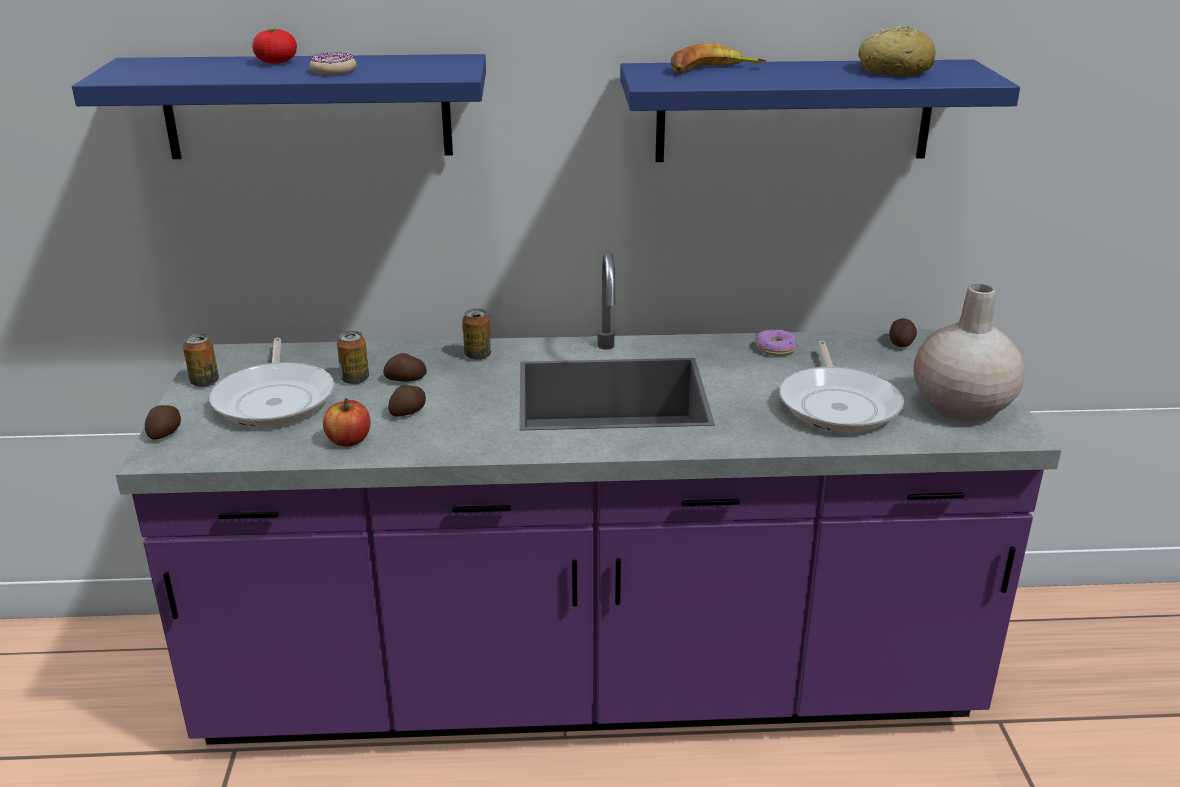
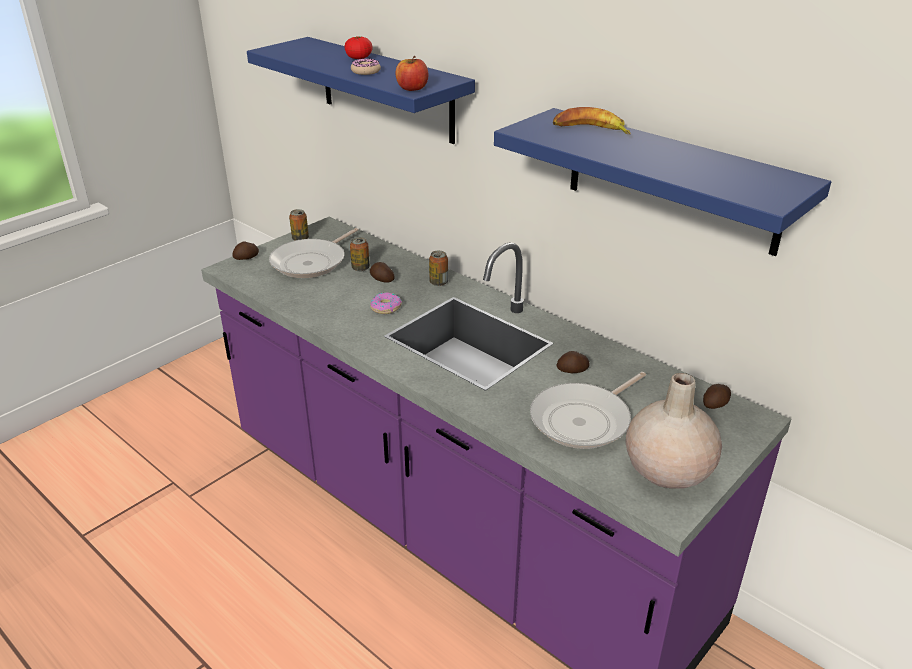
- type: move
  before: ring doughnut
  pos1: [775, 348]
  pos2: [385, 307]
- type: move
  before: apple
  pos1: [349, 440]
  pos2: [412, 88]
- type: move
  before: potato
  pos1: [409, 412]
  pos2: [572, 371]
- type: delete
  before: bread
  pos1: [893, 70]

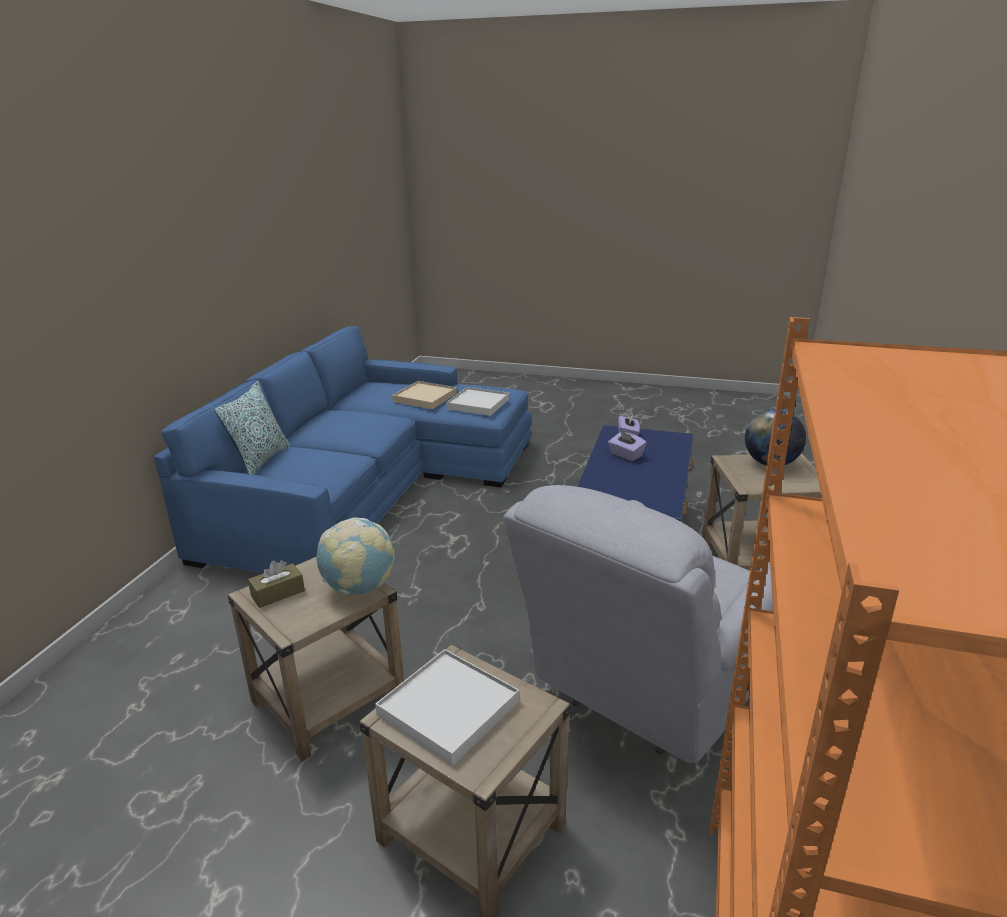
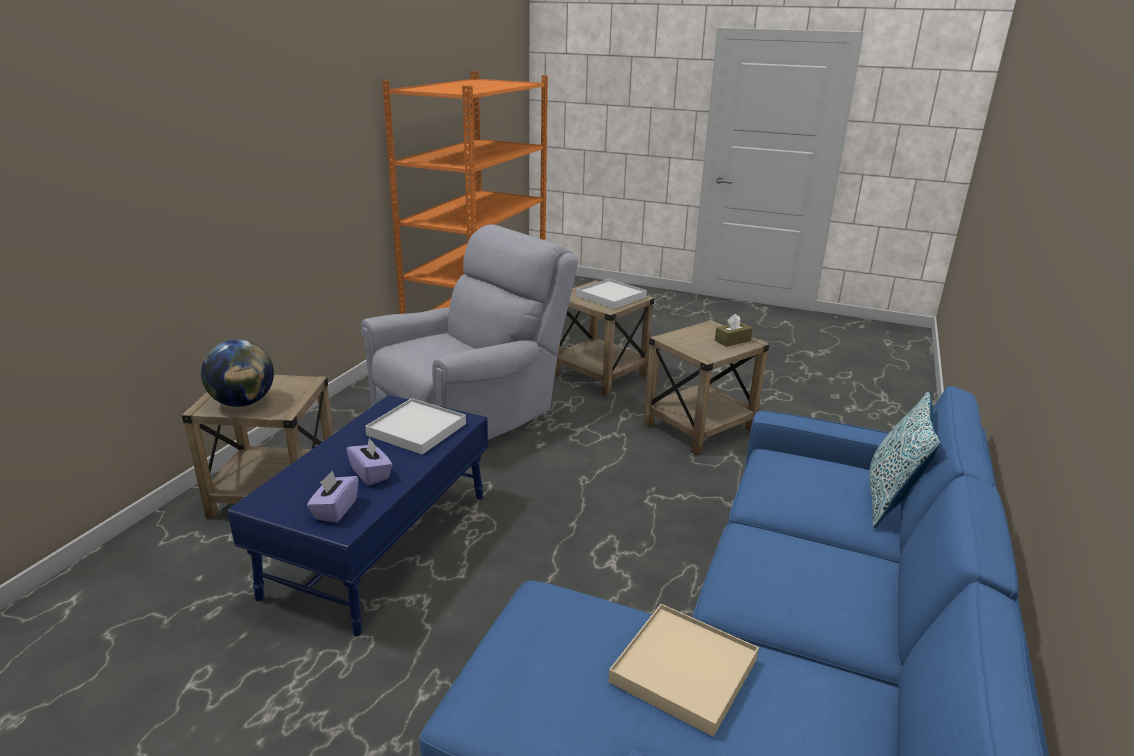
- type: move
  before: serving tray (whitish)
  pos1: [478, 404]
  pos2: [416, 429]
- type: delete
  before: world globe
  pos1: [358, 587]

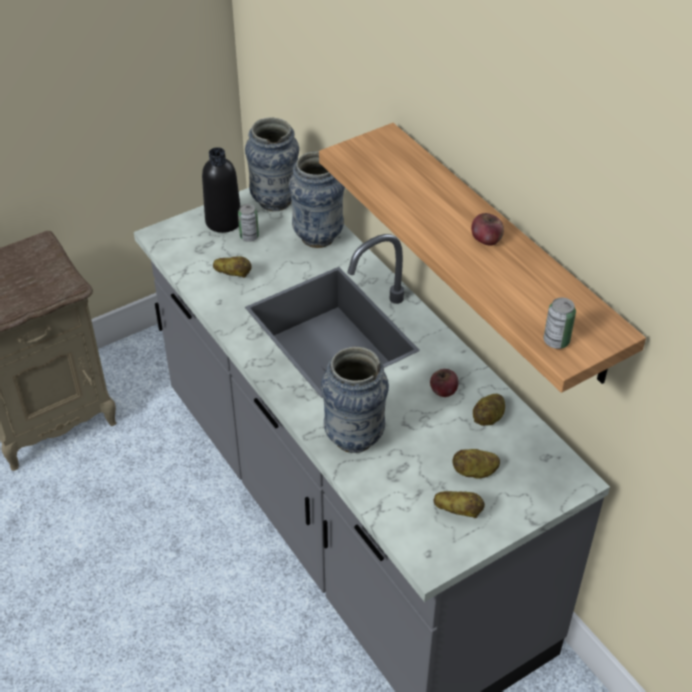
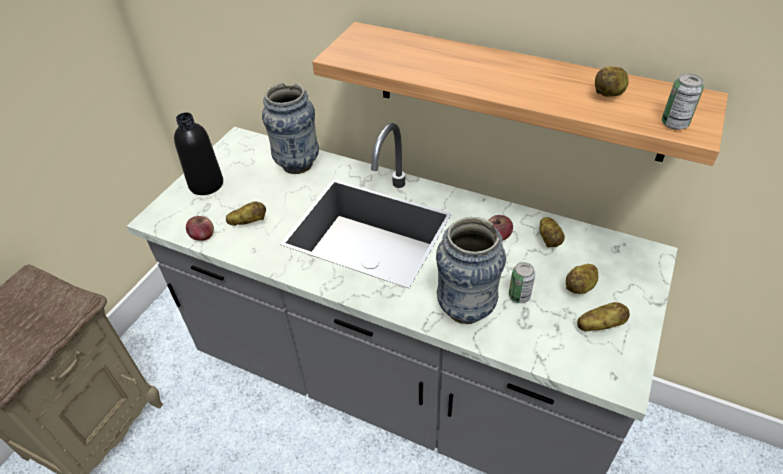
- type: move
  before: apple
  pos1: [486, 240]
  pos2: [203, 236]
- type: move
  before: sealed can
  pos1: [249, 237]
  pos2: [519, 296]
- type: insert
  after: potato
  pos2: [609, 93]
- type: delete
  before: decorative vase
  pos1: [275, 202]

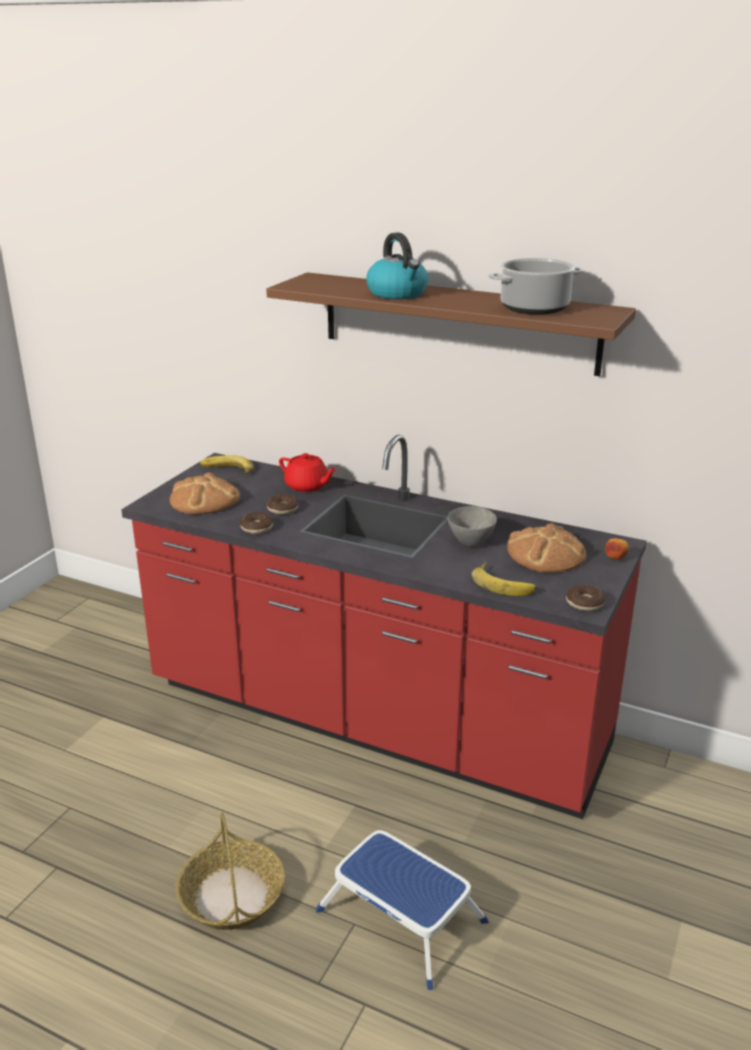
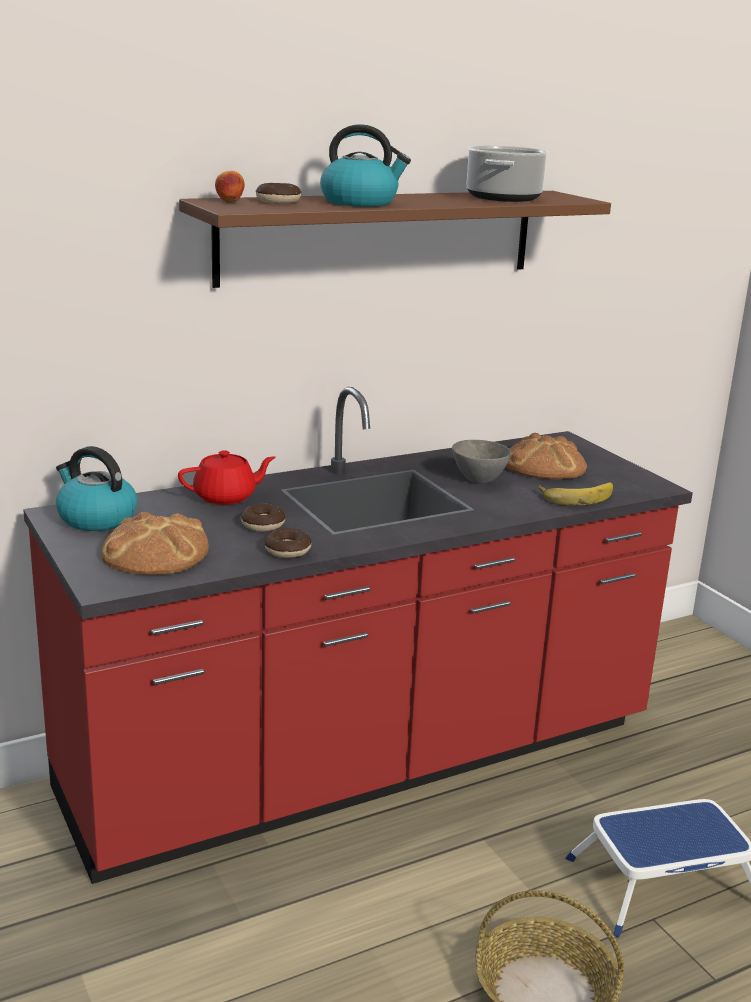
- type: replace
  before: banana fruit
  after: tea kettle
  pos1: [226, 470]
  pos2: [96, 518]
- type: move
  before: apple
  pos1: [615, 558]
  pos2: [229, 201]
- type: move
  before: ring doughnut
  pos1: [584, 603]
  pos2: [278, 201]

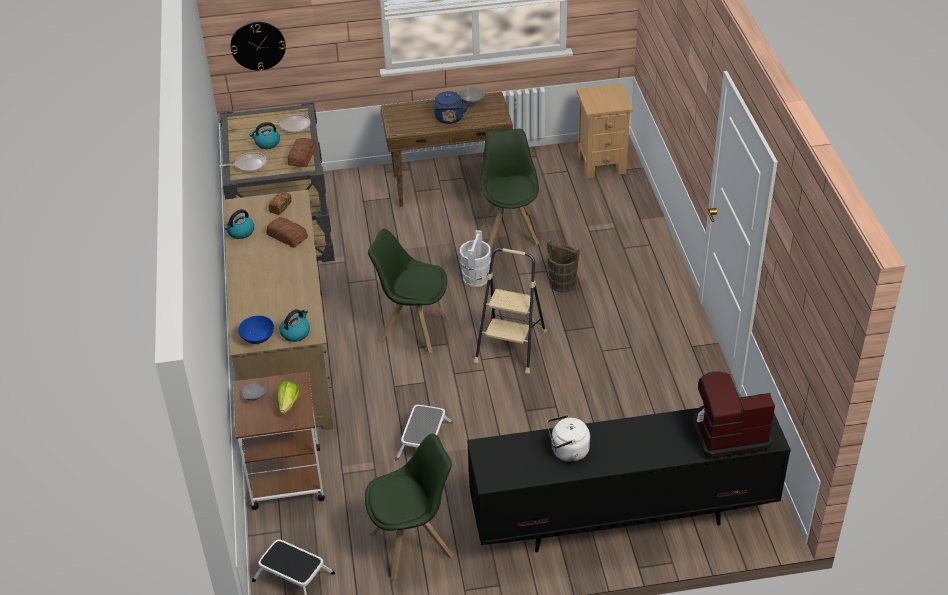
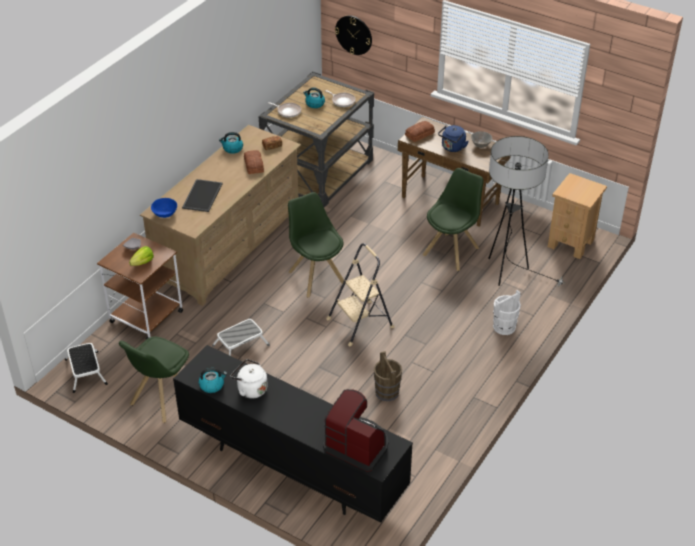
- type: rotate
  before: chair (green-coloured)
  pos1: [412, 545]
  pos2: [162, 398]
  turn: 105
- type: insert
  after: serving tray
  pos2: [201, 195]
- type: move
  before: tea kettle
  pos1: [295, 333]
  pos2: [212, 385]
- type: move
  before: bucket (brown)
  pos1: [562, 283]
  pos2: [387, 392]
- type: move
  before: bread
  pos1: [303, 156]
  pos2: [420, 134]
- type: insert
  after: floor lamp
  pos2: [507, 274]
- type: move
  before: bucket (whitish)
  pos1: [476, 278]
  pos2: [504, 327]

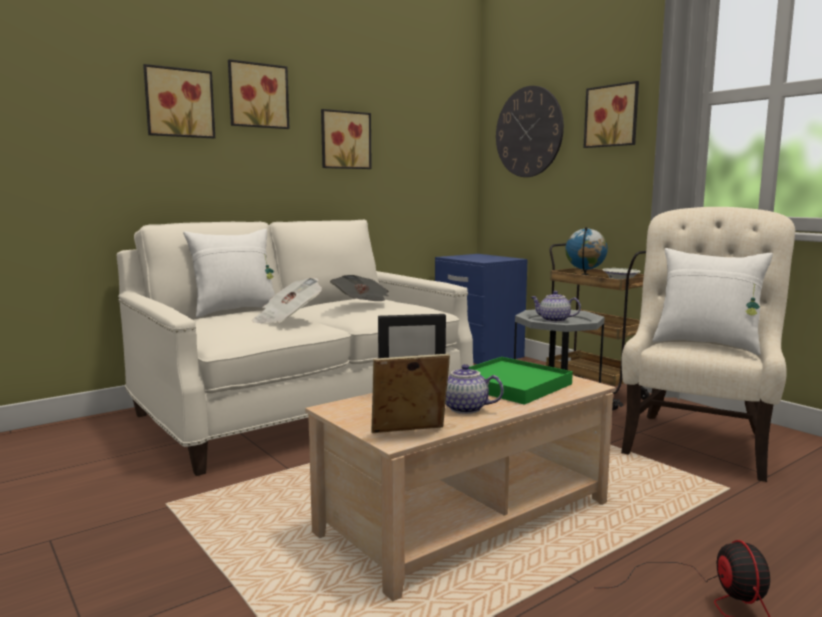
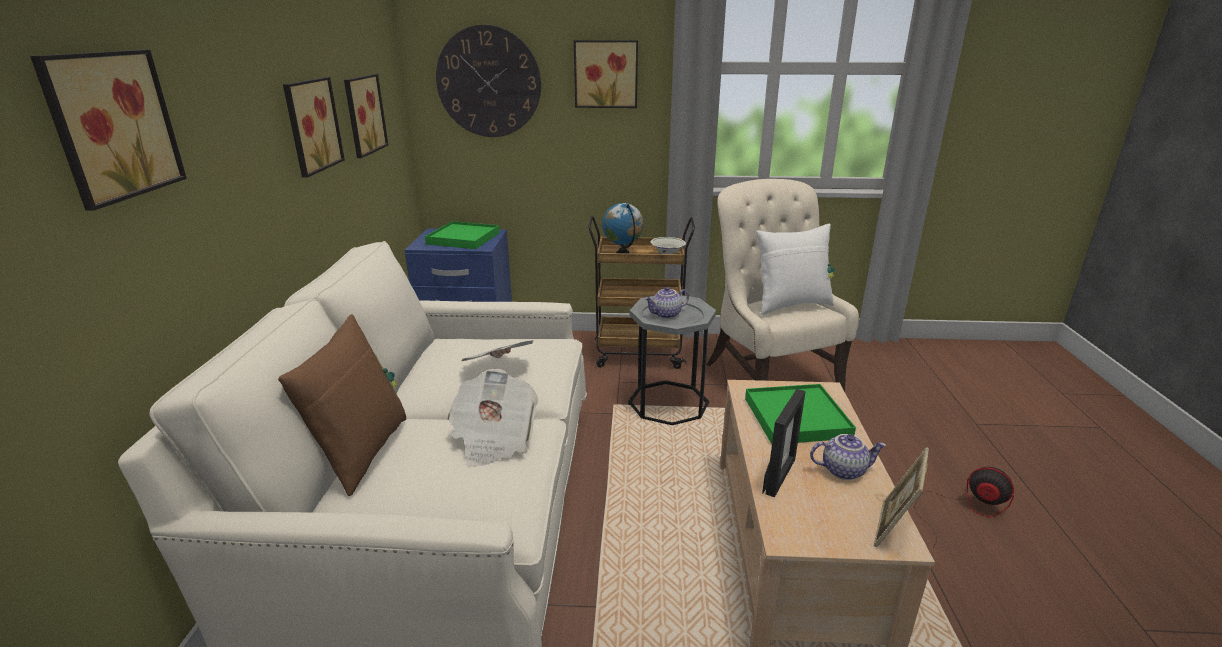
- type: recolor
  before: cushion (whitish)
  after: cushion (brown)
  pos1: [235, 311]
  pos2: [362, 453]
- type: move
  before: wall picture
  pos1: [257, 96]
  pos2: [362, 115]
- type: insert
  after: serving tray (green-coloured)
  pos2: [464, 238]
- type: rotate
  before: pot for tea
  pos1: [464, 409]
  pos2: [843, 470]
  turn: -150

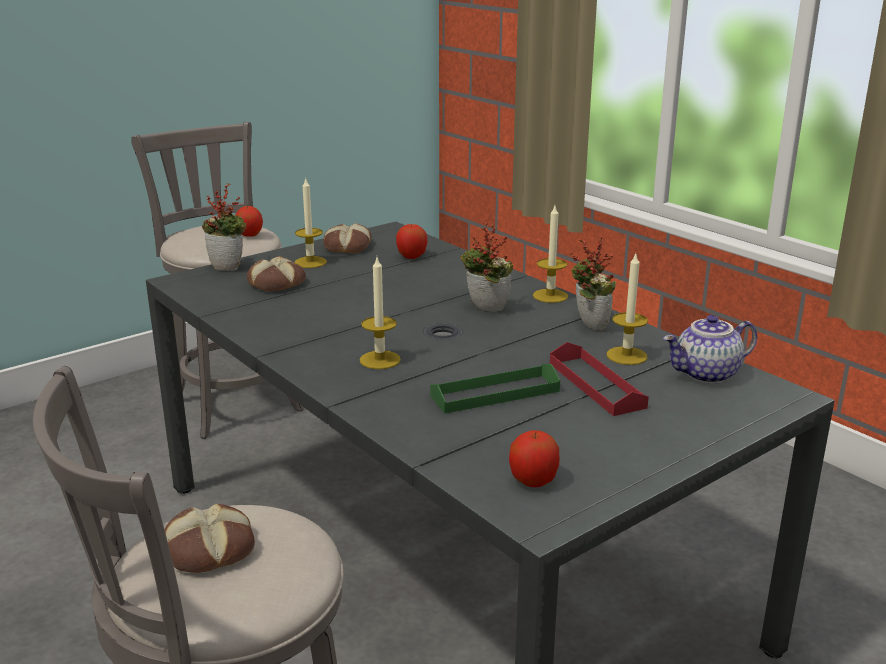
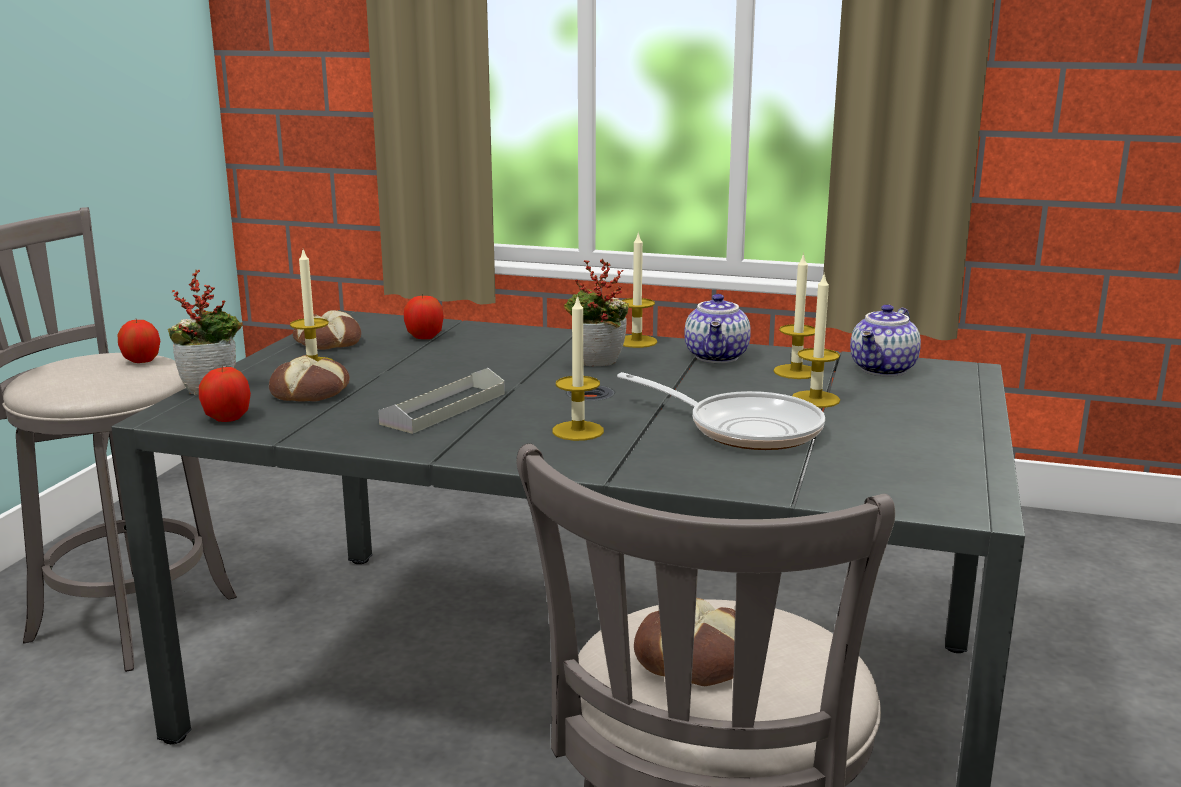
- type: move
  before: apple
  pos1: [533, 481]
  pos2: [227, 418]
- type: insert
  after: serving tray (greyish)
  pos2: [444, 408]
- type: replace
  before: serving tray (green-coloured)
  after: pan
  pos1: [495, 393]
  pos2: [744, 428]
- type: replace
  before: houseplant
  after: pot for tea
  pos1: [588, 326]
  pos2: [718, 357]
- type: replace
  before: serving tray (red-coloured)
  after: wax candle
  pos1: [596, 385]
  pos2: [815, 399]

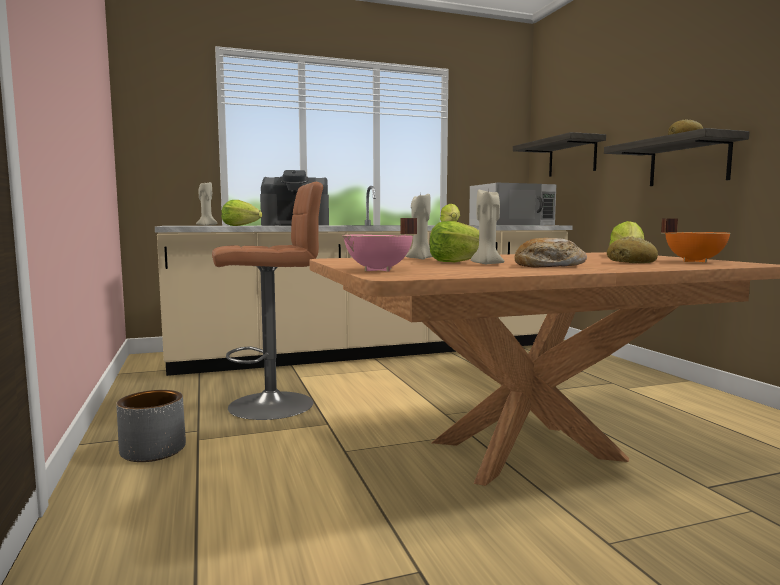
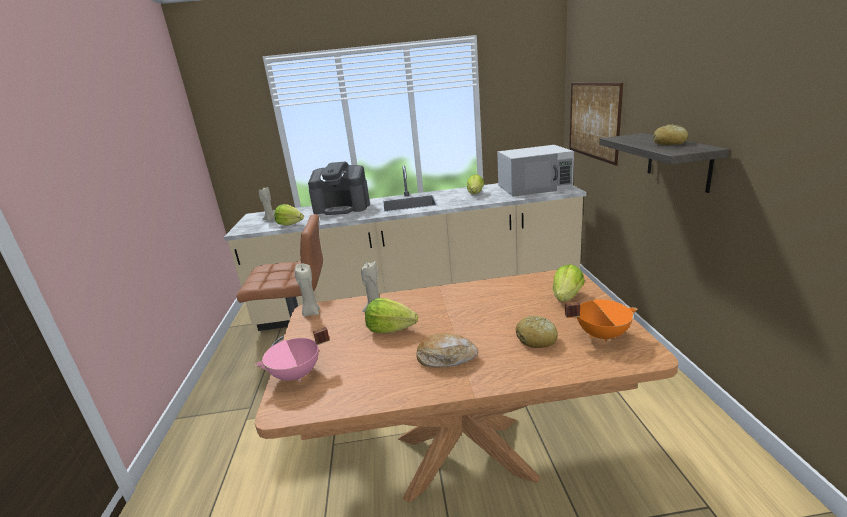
- type: move
  before: wax candle (beige-coloured)
  pos1: [486, 264]
  pos2: [311, 313]
- type: replace
  before: shelf
  after: wall picture
  pos1: [572, 157]
  pos2: [593, 120]
- type: delete
  before: flower pot (greyish)
  pos1: [153, 450]

